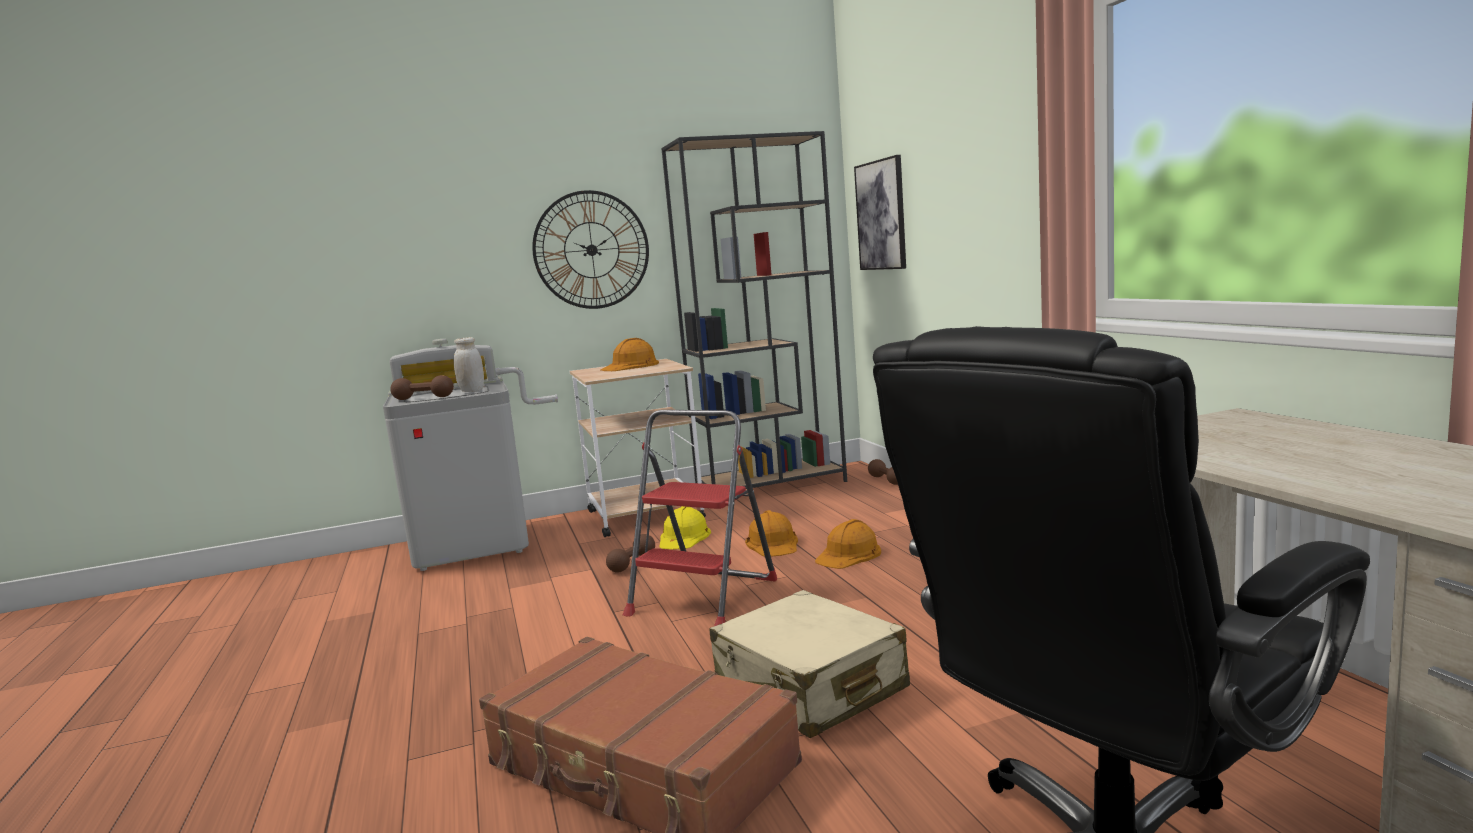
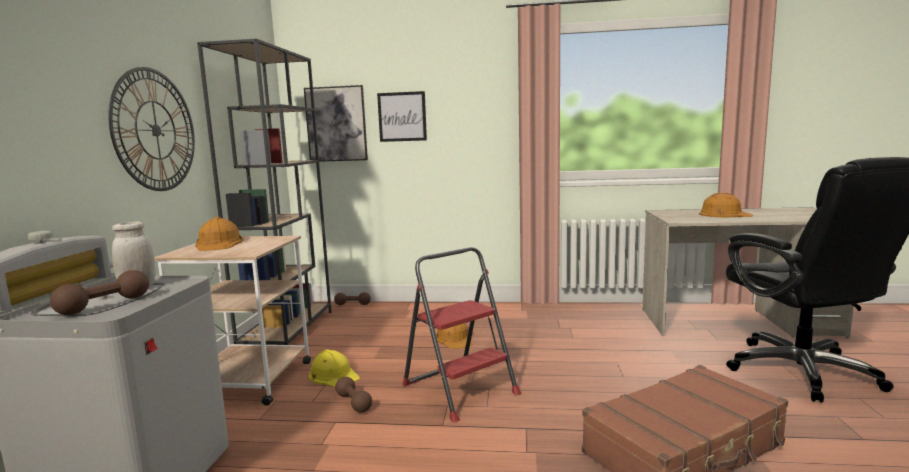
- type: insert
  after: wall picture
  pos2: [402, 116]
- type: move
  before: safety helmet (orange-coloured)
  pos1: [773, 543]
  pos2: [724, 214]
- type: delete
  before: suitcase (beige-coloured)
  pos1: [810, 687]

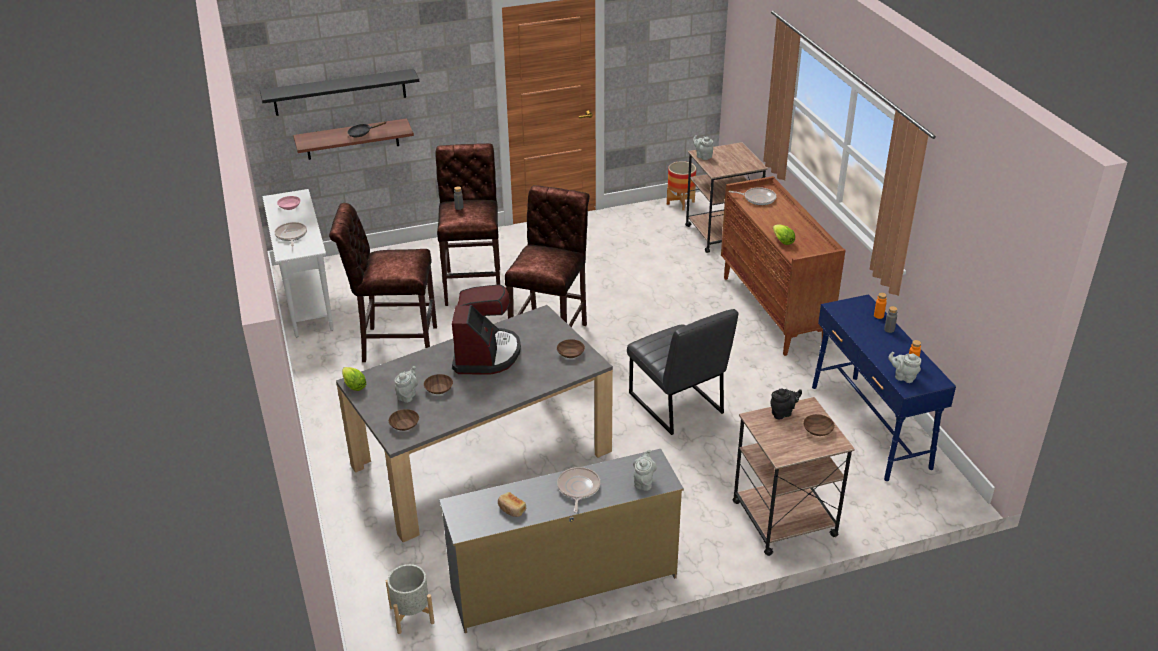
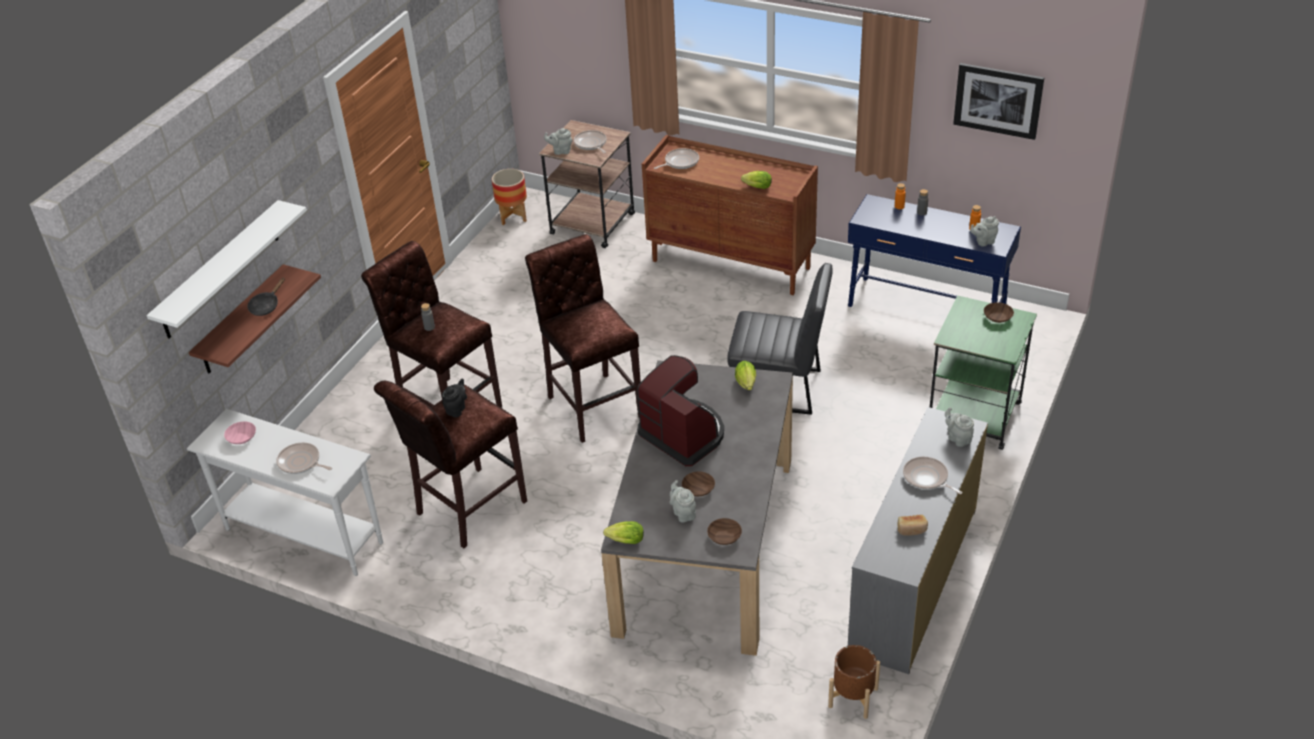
- type: recolor
  before: shelf (black)
  after: shelf (whitish)
  pos1: [340, 92]
  pos2: [220, 270]
- type: move
  before: pot for tea (black)
  pos1: [783, 413]
  pos2: [456, 409]
- type: insert
  after: pan
  pos2: [591, 144]
- type: replace
  before: deep dish (brown)
  after: lettuce
  pos1: [571, 353]
  pos2: [746, 385]
- type: recolor
  before: flower pot (greyish)
  after: flower pot (brown)
  pos1: [412, 615]
  pos2: [853, 697]
- type: recolor
  before: cart (brown)
  after: cart (green-coloured)
  pos1: [782, 519]
  pos2: [974, 417]
- type: insert
  after: wall picture
  pos2: [998, 100]

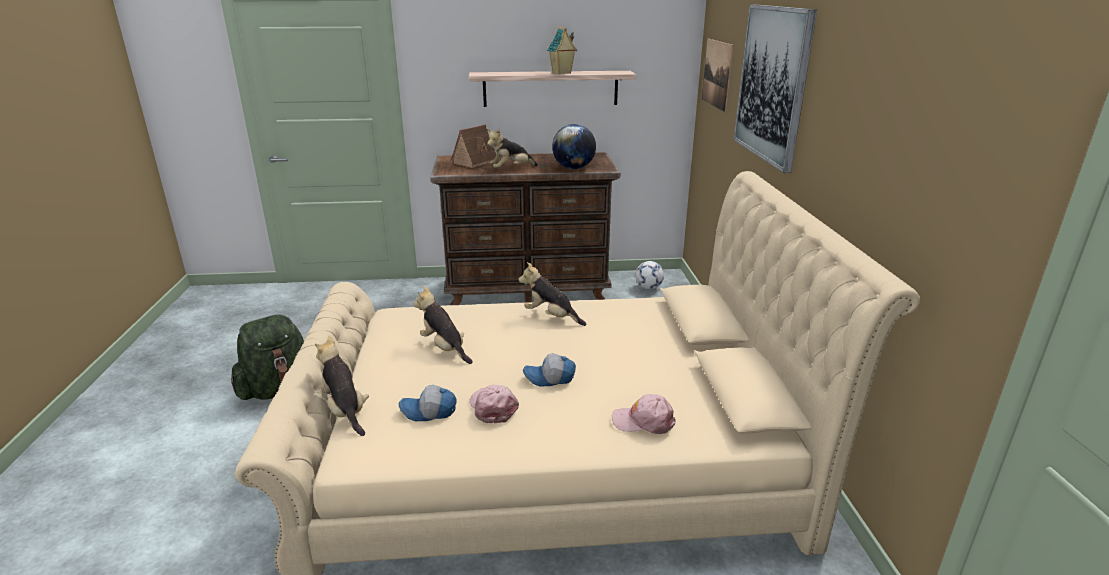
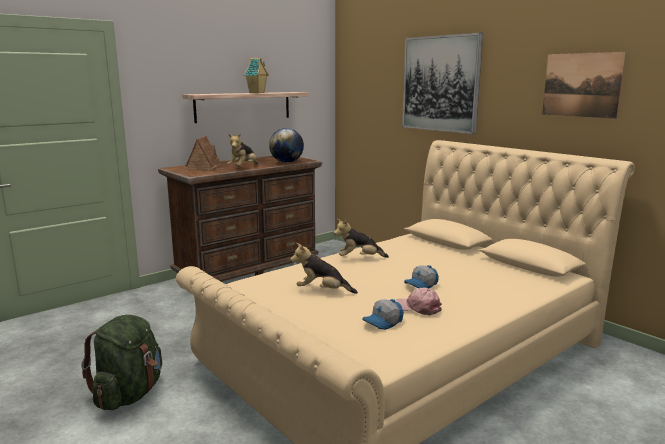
- type: move
  before: wall picture
  pos1: [717, 74]
  pos2: [581, 85]
- type: delete
  before: soft toy
  pos1: [346, 411]
- type: delete
  before: baseball cap (pinkish)
  pos1: [643, 421]
- type: delete
  before: ball for football
  pos1: [648, 288]

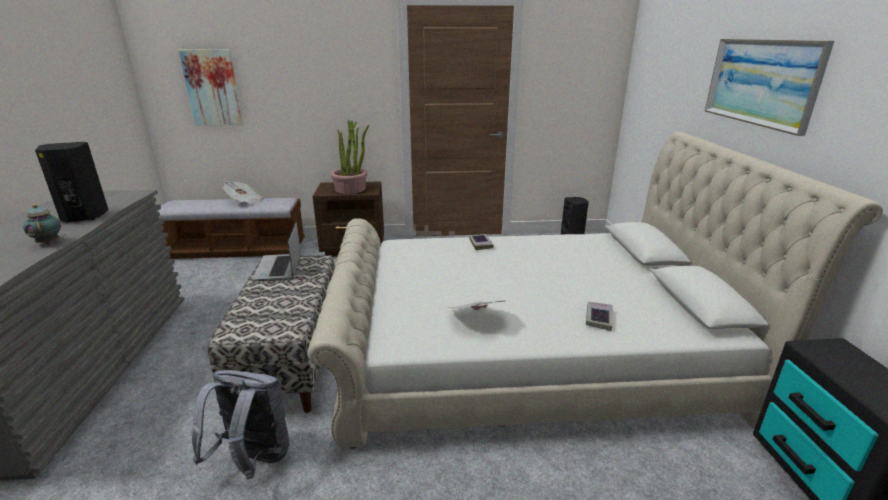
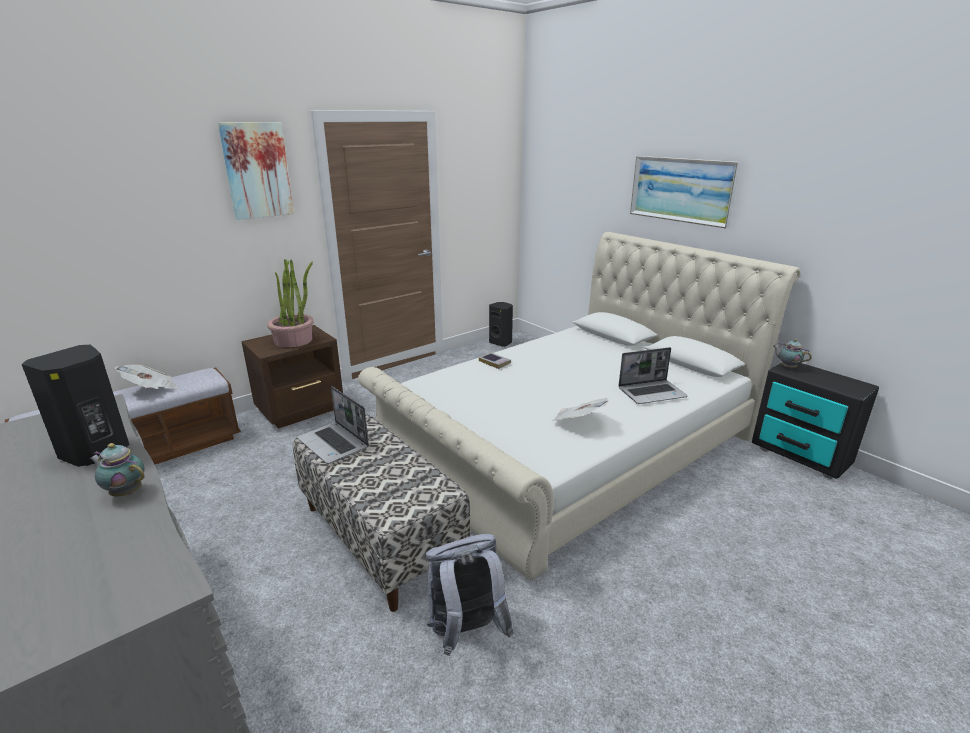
- type: move
  before: wall picture
  pos1: [212, 88]
  pos2: [257, 170]
- type: replace
  before: book
  after: portable computer
  pos1: [598, 318]
  pos2: [652, 393]
- type: insert
  after: pot for tea
  pos2: [787, 367]

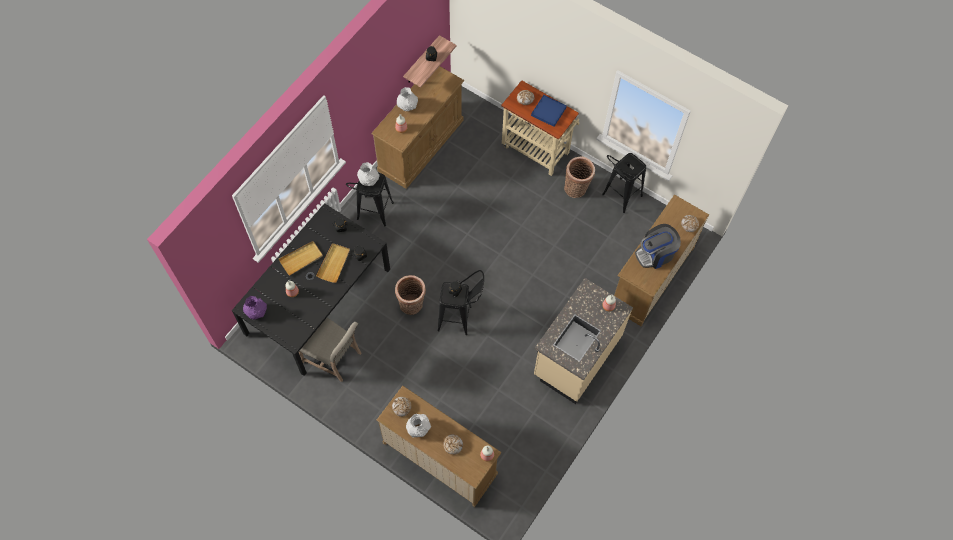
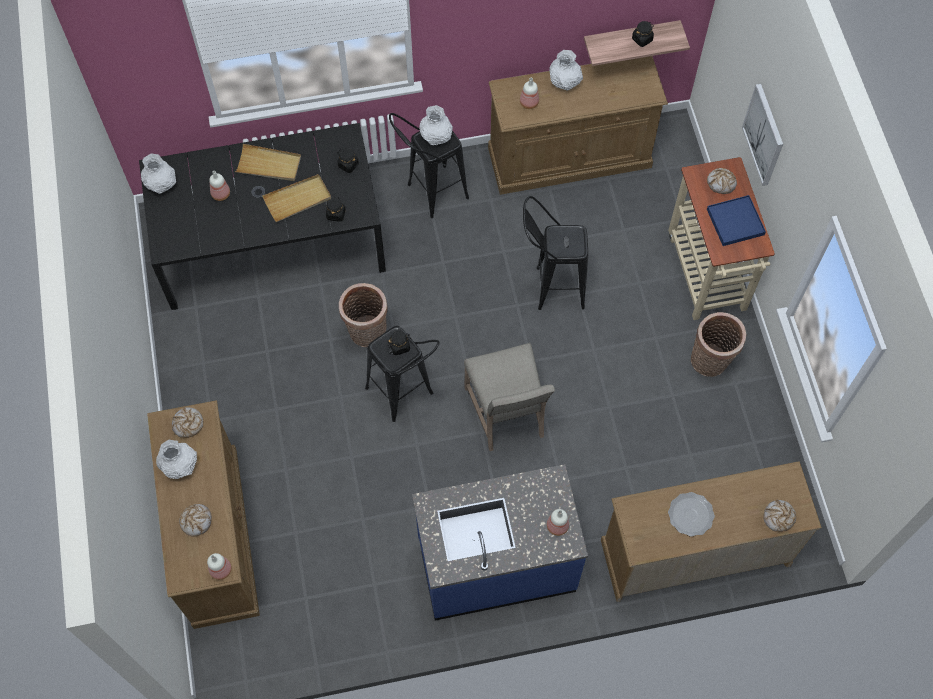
- type: recolor
  before: decorative vase (purple-coloured)
  after: decorative vase (whitish)
  pos1: [257, 312]
  pos2: [162, 184]
- type: recolor
  before: kitchen counter (beige-coloured)
  after: kitchen counter (bluish)
  pos1: [576, 356]
  pos2: [496, 564]
- type: move
  before: chair (beige-coloured)
  pos1: [334, 357]
  pos2: [507, 413]
- type: move
  before: sitting stool (black)
  pos1: [618, 199]
  pos2: [550, 288]
- type: replace
  before: coffee maker
  after: dinner plate
  pos1: [655, 254]
  pos2: [690, 515]
- type: insert
  after: wall picture
  pos2: [764, 135]

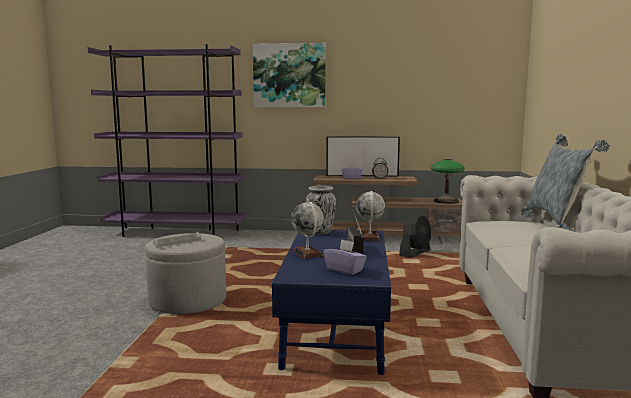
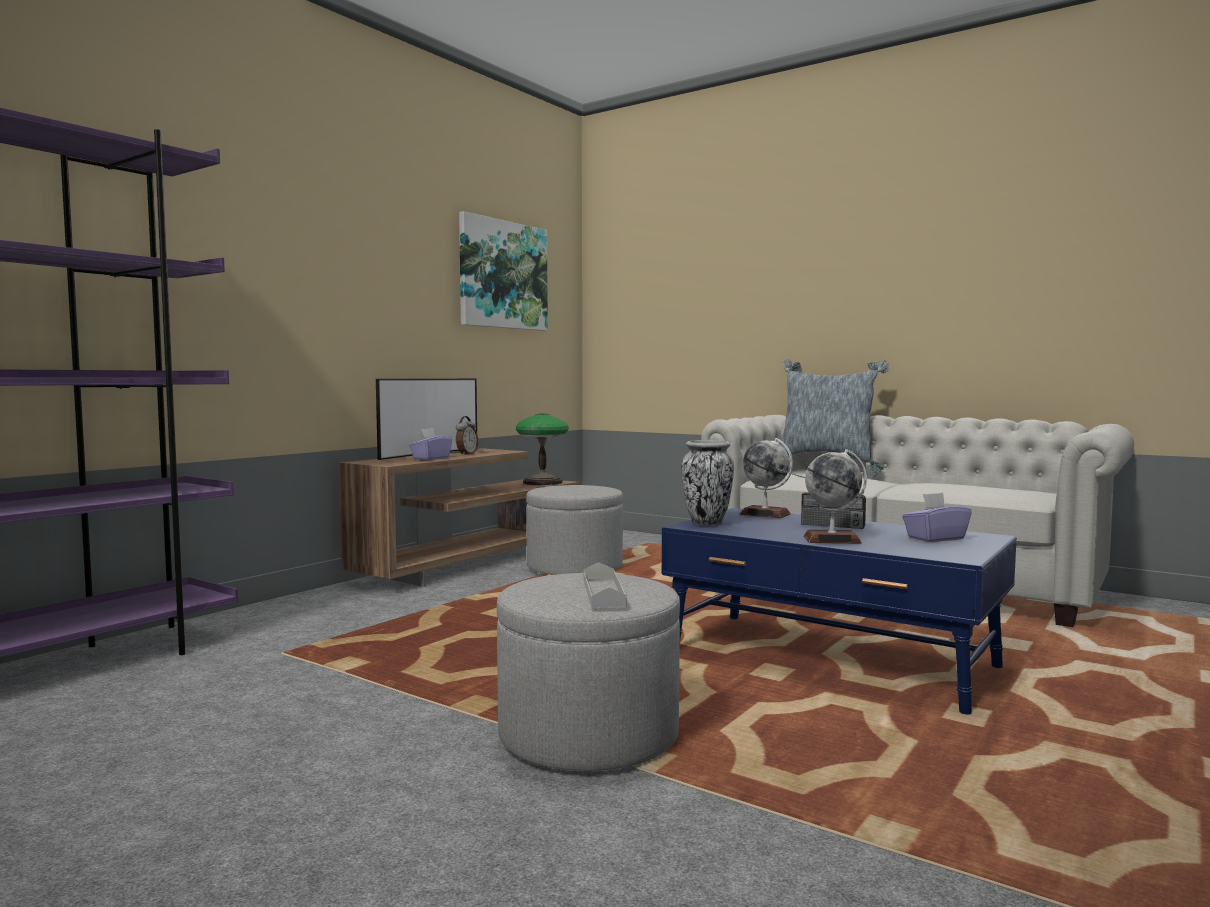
- type: move
  before: wall picture
  pos1: [289, 75]
  pos2: [503, 275]
- type: replace
  before: fan (black)
  after: ottoman (greyish)
  pos1: [415, 253]
  pos2: [574, 567]

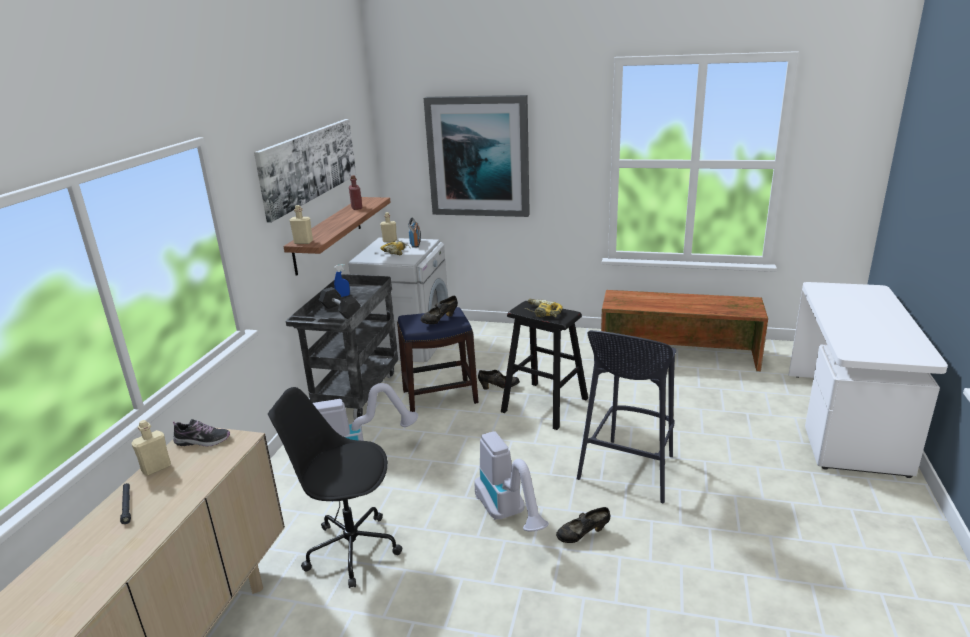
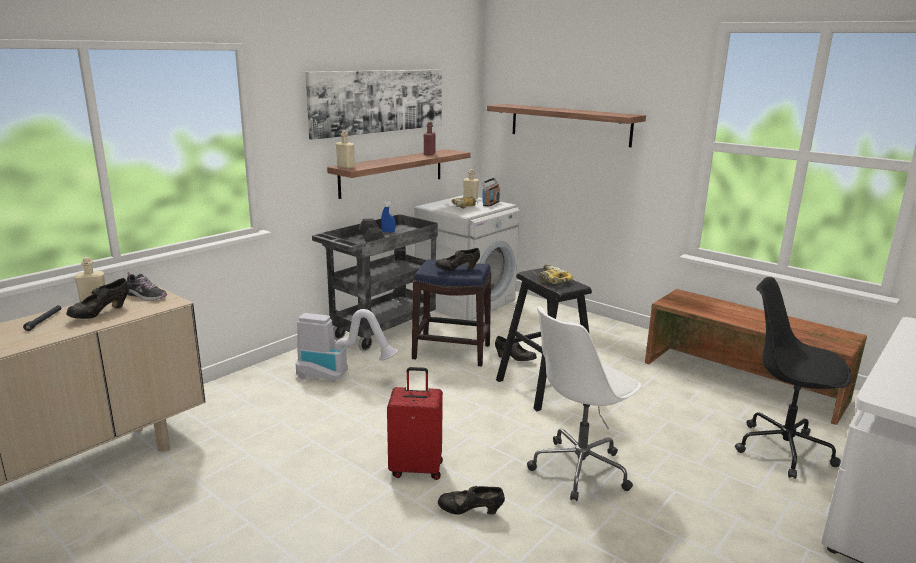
- type: insert
  after: shoe (black)
  pos2: [100, 314]
- type: replace
  before: vacuum cleaner
  after: suitcase (red-coloured)
  pos1: [509, 515]
  pos2: [416, 468]
- type: replace
  before: wall picture
  after: shelf
  pos1: [478, 156]
  pos2: [569, 124]
- type: replace
  before: sitting stool (greyish)
  after: office chair (whitish)
  pos1: [629, 470]
  pos2: [578, 471]
- type: move
  before: office chair (black)
  pos1: [350, 550]
  pos2: [780, 449]

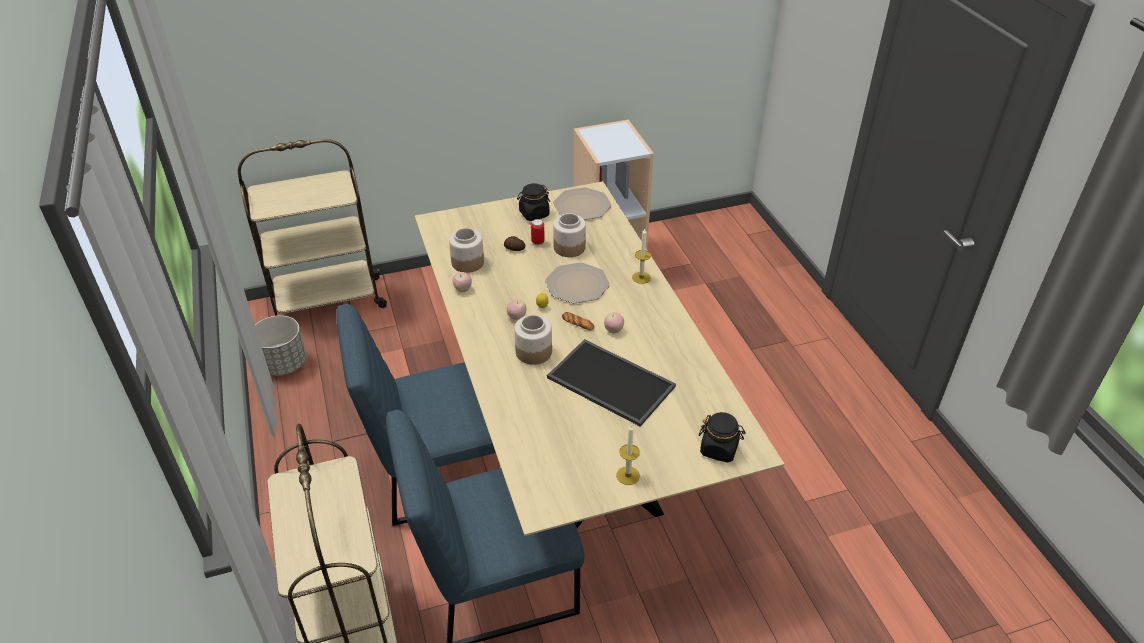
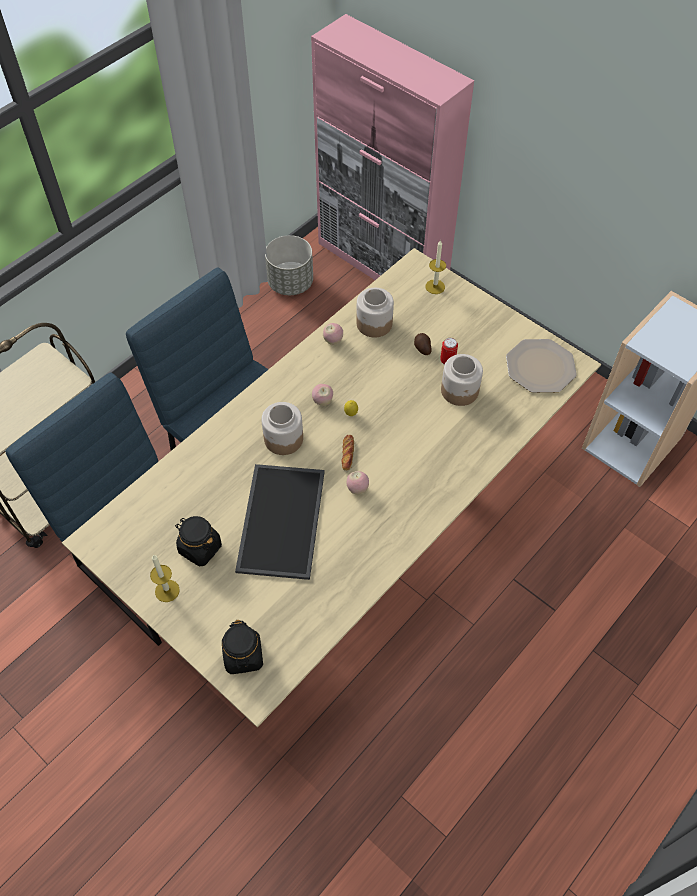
- type: move
  before: storage jar (black)
  pos1: [534, 214]
  pos2: [200, 548]
- type: replace
  before: cart (beige-coloured)
  after: cabinet (pinkish)
  pos1: [328, 302]
  pos2: [382, 265]
- type: move
  before: wax candle
  pos1: [641, 277]
  pos2: [435, 286]
- type: delete
  before: dinner plate
  pos1: [577, 284]

